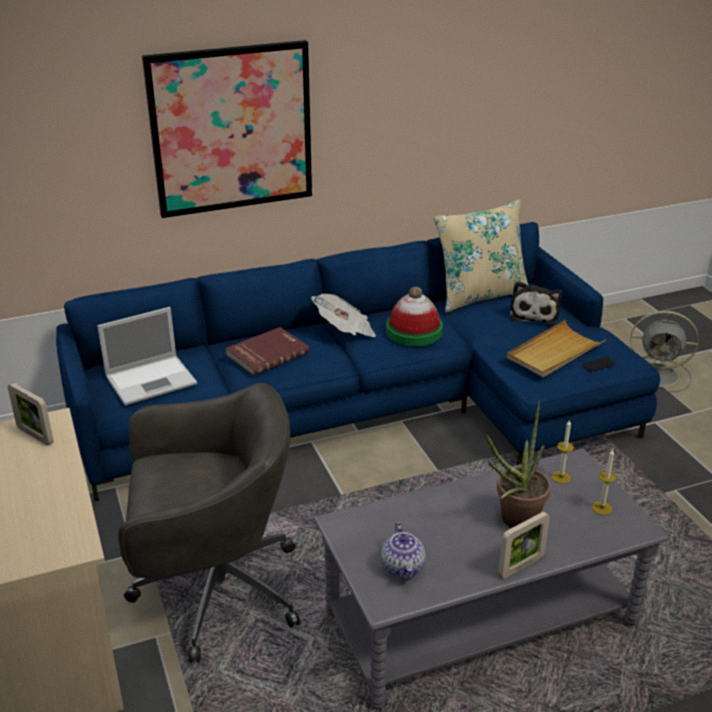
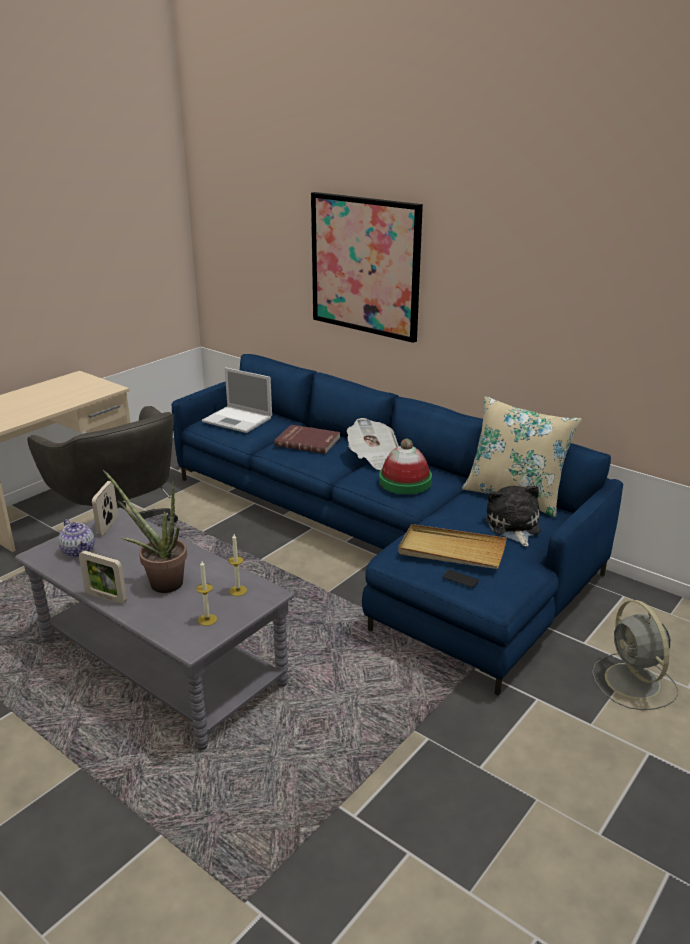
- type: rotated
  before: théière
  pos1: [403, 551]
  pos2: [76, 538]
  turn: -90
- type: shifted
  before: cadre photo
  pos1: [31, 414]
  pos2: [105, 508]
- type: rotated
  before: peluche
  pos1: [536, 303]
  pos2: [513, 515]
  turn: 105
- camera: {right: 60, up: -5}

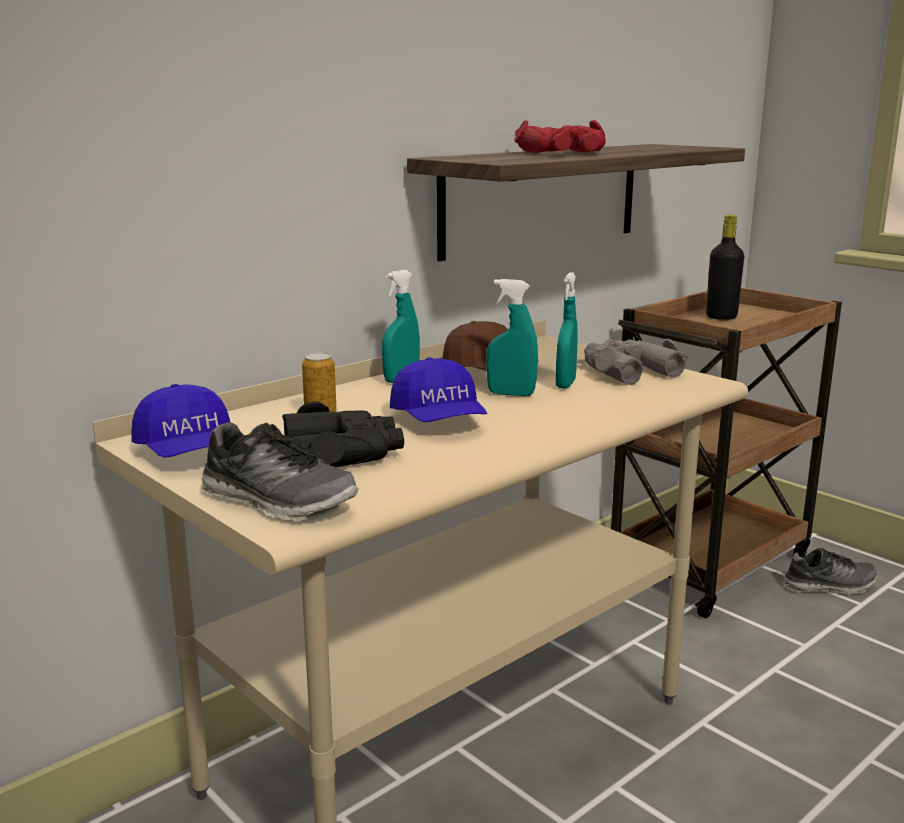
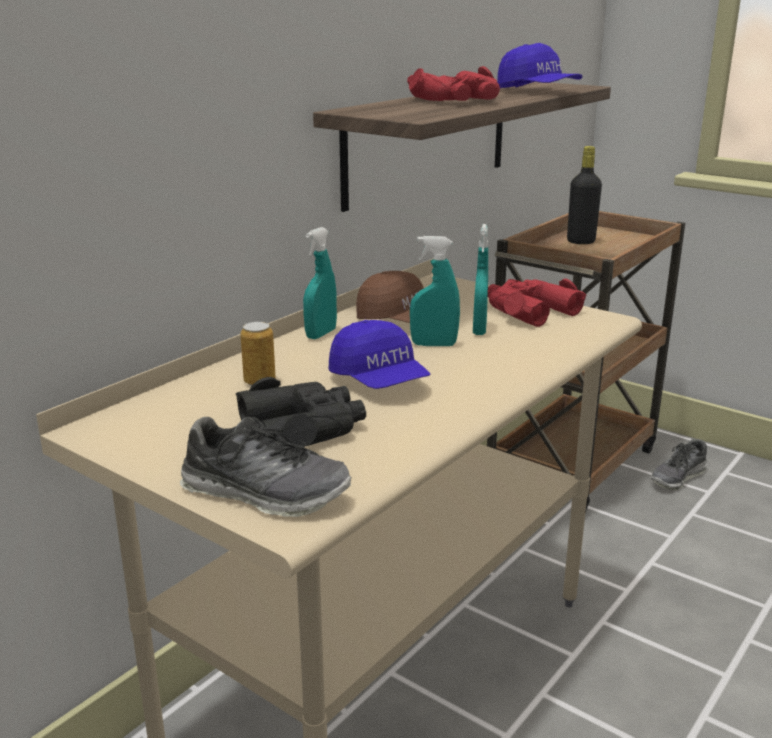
- type: repainted
  before: jumelles [gris]
  after: jumelles [rouge]
  pos1: [636, 361]
  pos2: [537, 302]
- type: shifted
  before: casquette [bleu]
  pos1: [181, 421]
  pos2: [539, 66]
- type: rotated
  before: chaussure
  pos1: [830, 571]
  pos2: [679, 464]
  turn: 150
- camera: {right: -10, up: 5}

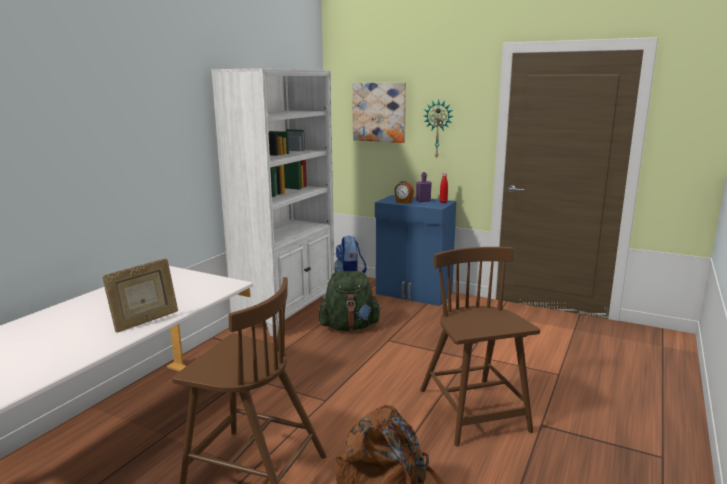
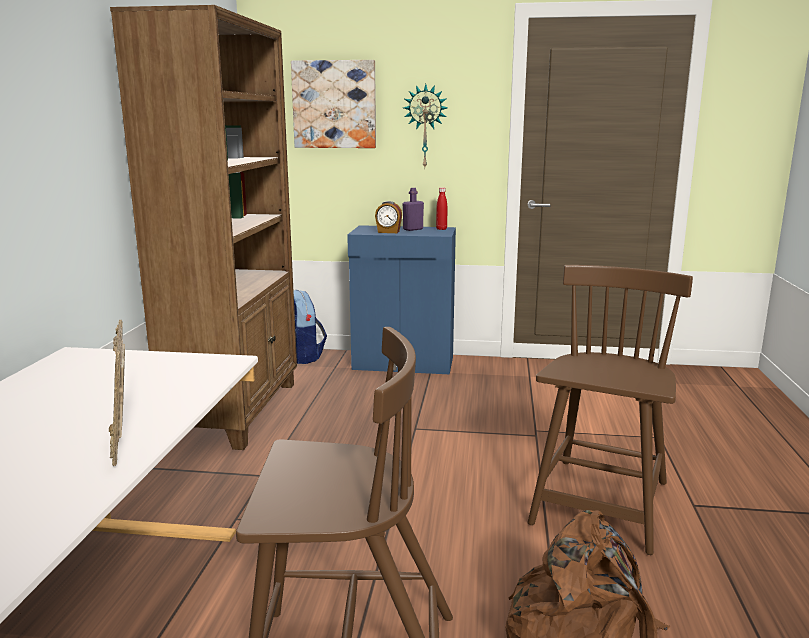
- type: rotated
  before: cadre photo
  pos1: [140, 295]
  pos2: [117, 393]
  turn: 135
- type: repainted
  before: bibliothèque [blanc]
  after: bibliothèque [marron]
  pos1: [273, 202]
  pos2: [203, 227]
- type: rotated
  before: chaise [marron]
  pos1: [480, 346]
  pos2: [610, 410]
  turn: 60
- type: gone
  before: sac à dos [vert]
  pos1: [350, 301]
- camera: {right: -20, up: 0}

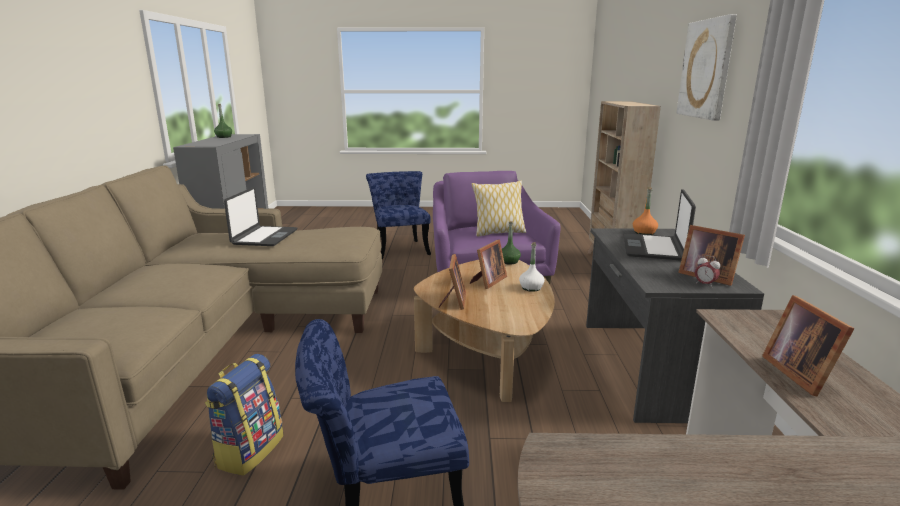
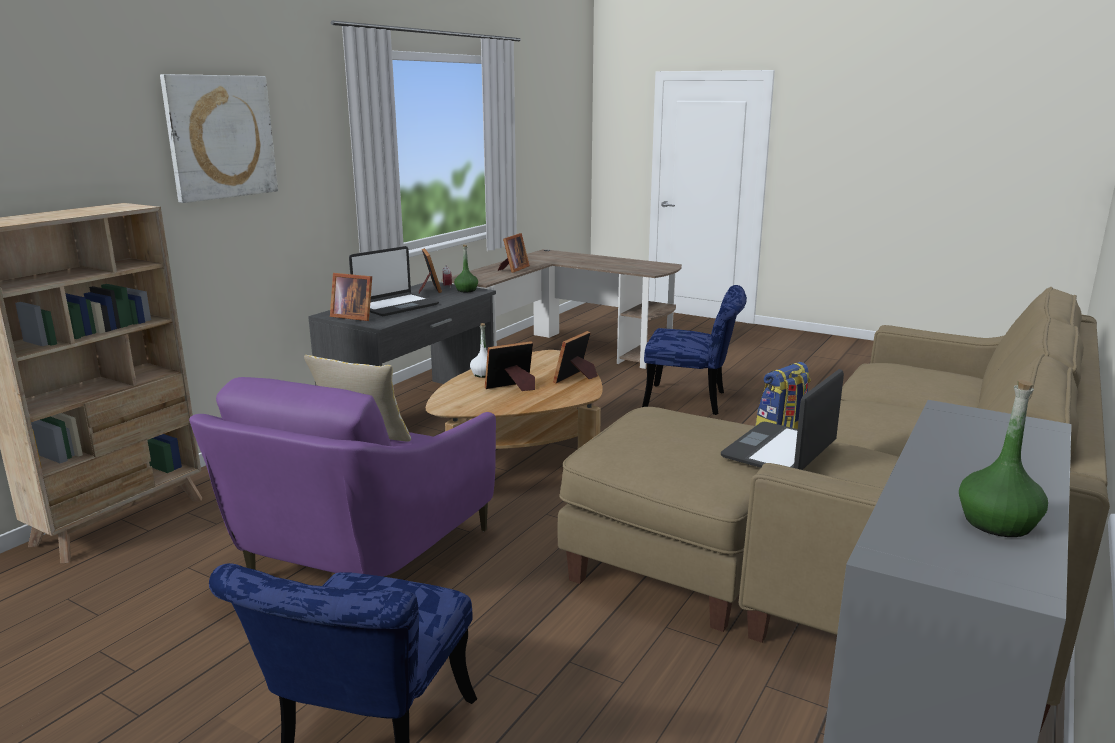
- type: swapped
  before: bouteille [orange]
  after: cadre photo
  pos1: [645, 211]
  pos2: [351, 297]
- type: shifted
  before: bouteille [vert]
  pos1: [511, 243]
  pos2: [466, 268]
- camera: {right: -150, up: 0}

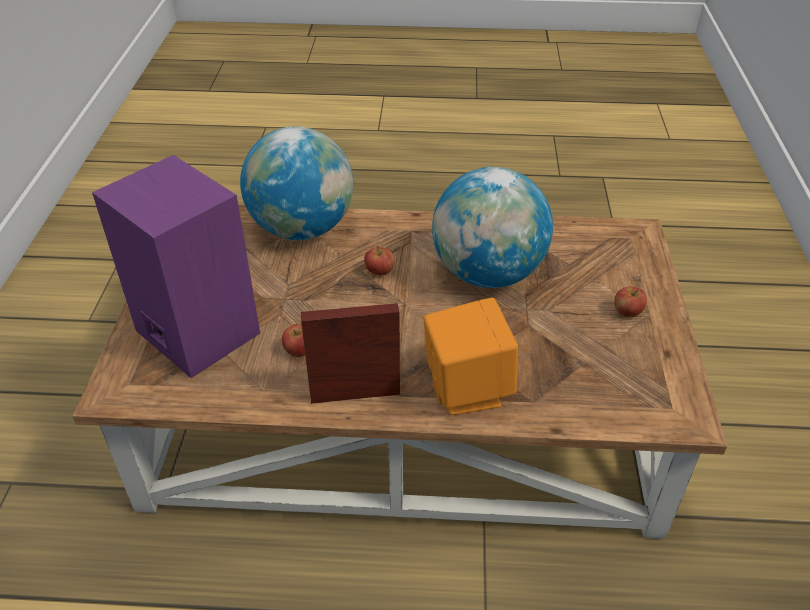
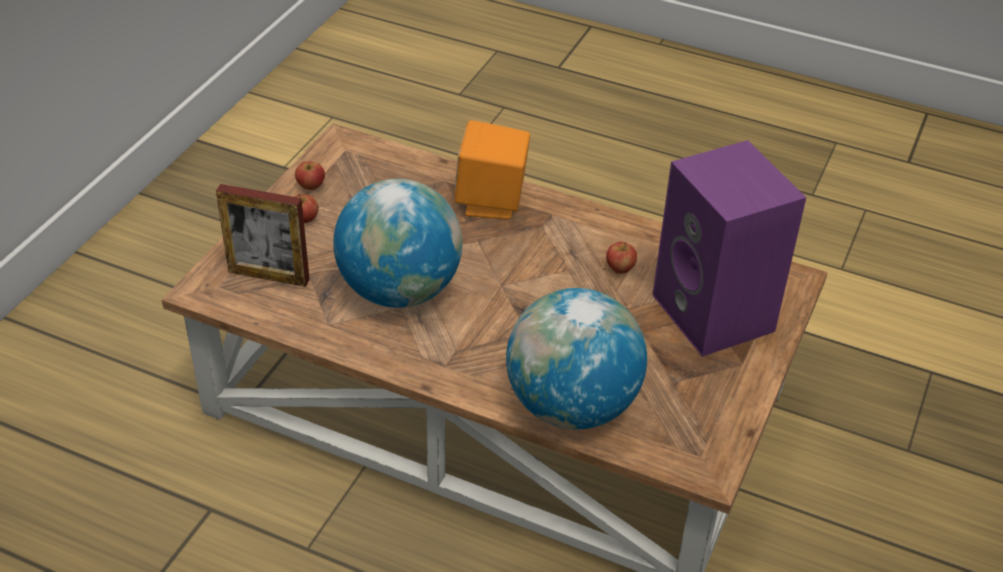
- type: shifted
  before: cadre photo
  pos1: [350, 353]
  pos2: [263, 235]
- type: shifted
  before: pomme
  pos1: [379, 260]
  pos2: [310, 175]
- camera: {right: -160, up: 0}

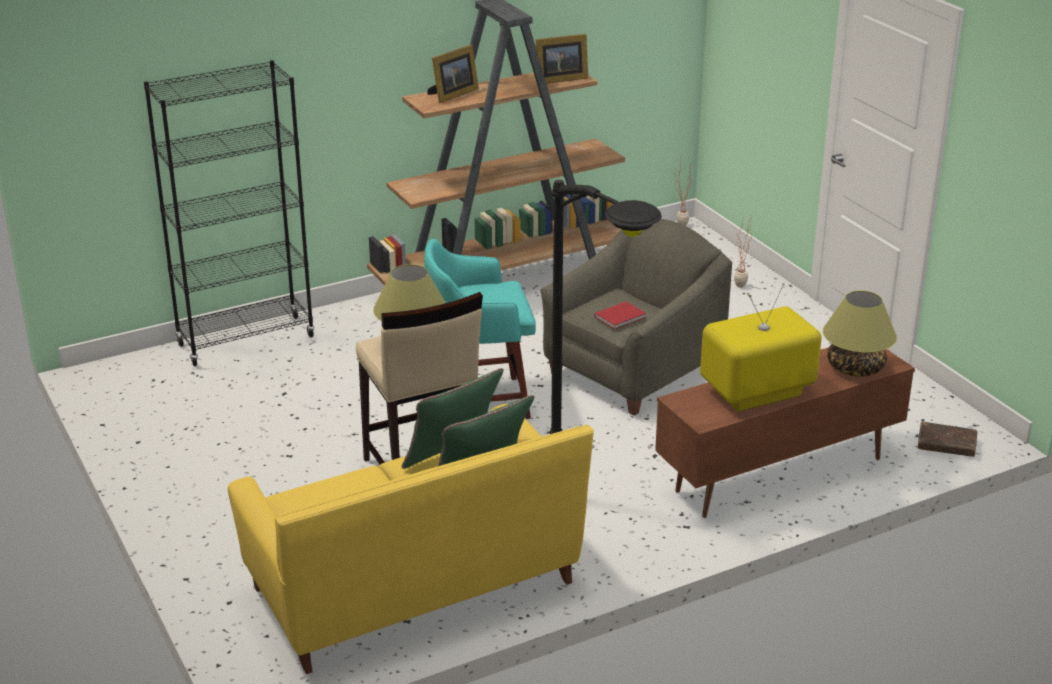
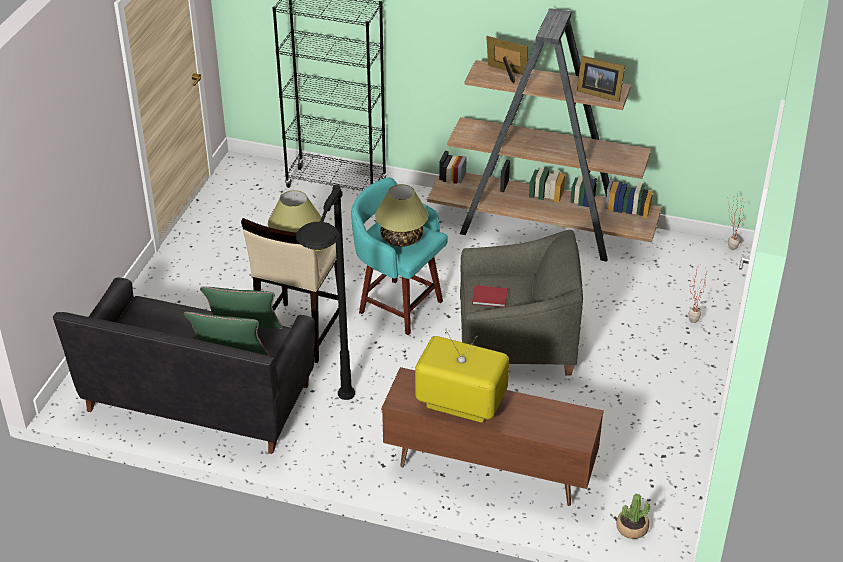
- type: repainted
  before: canapé [jaune]
  after: canapé [noir]
  pos1: [411, 539]
  pos2: [184, 366]
- type: shifted
  before: lampe de table
  pos1: [860, 334]
  pos2: [401, 215]
- type: rotated
  before: cadre photo
  pos1: [453, 73]
  pos2: [507, 59]
  turn: -150
- type: swapped
  before: livre [marron]
  after: plante en pot
  pos1: [947, 439]
  pos2: [633, 516]
- camera: {right: 45, up: 10}

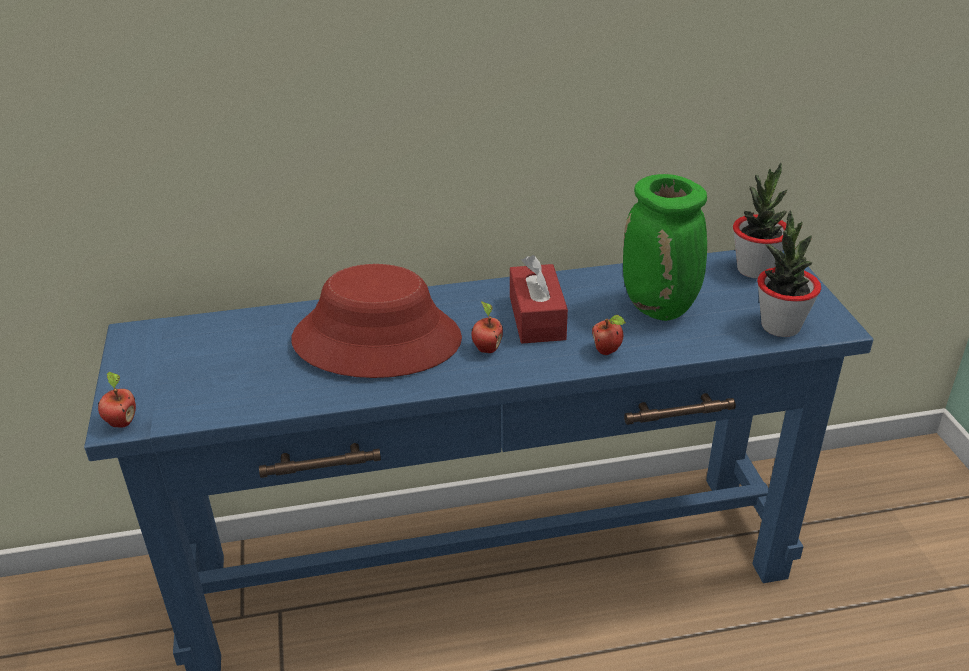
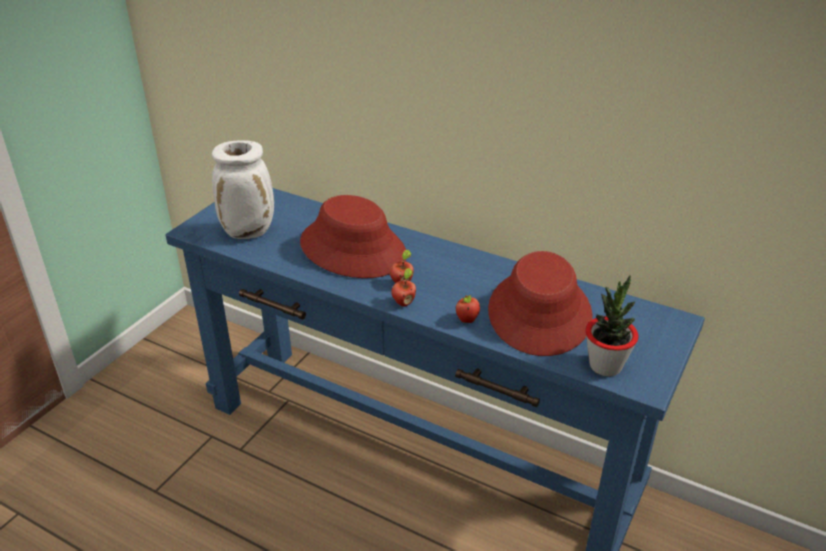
- type: new
  after: vase [blanc]
  pos2: [243, 189]
- type: shifted
  before: pomme
  pos1: [117, 400]
  pos2: [403, 287]
- type: swapped
  before: vase [vert]
  after: chapeau [rouge]
  pos1: [665, 247]
  pos2: [540, 303]
- type: gone
  before: boîte à mouchoirs [rouge]
  pos1: [539, 299]
- type: gone
  before: plante en pot
  pos1: [760, 221]
- camera: {right: 40, up: 0}

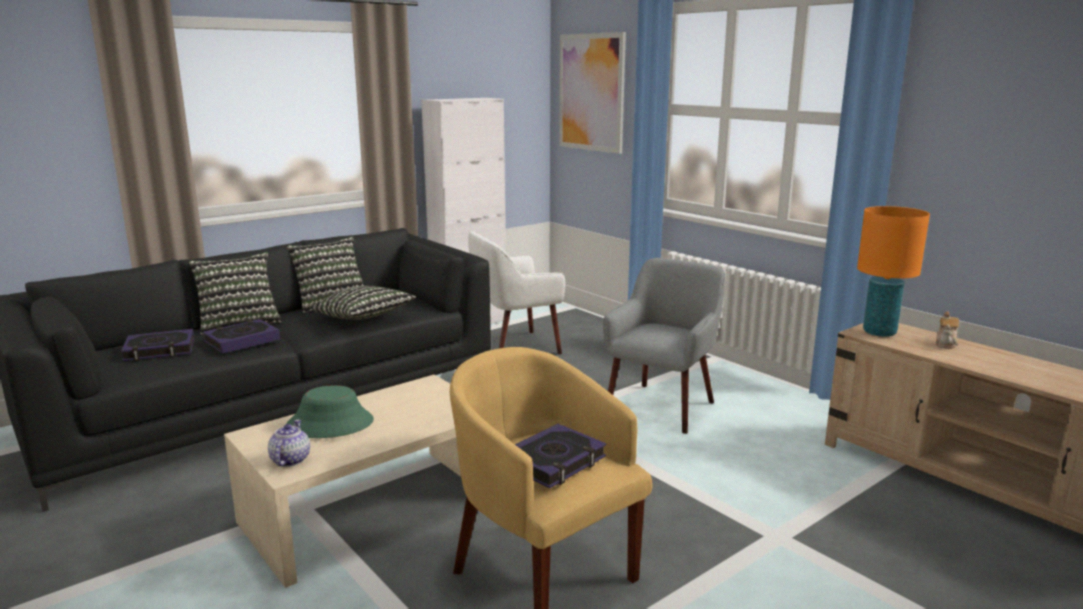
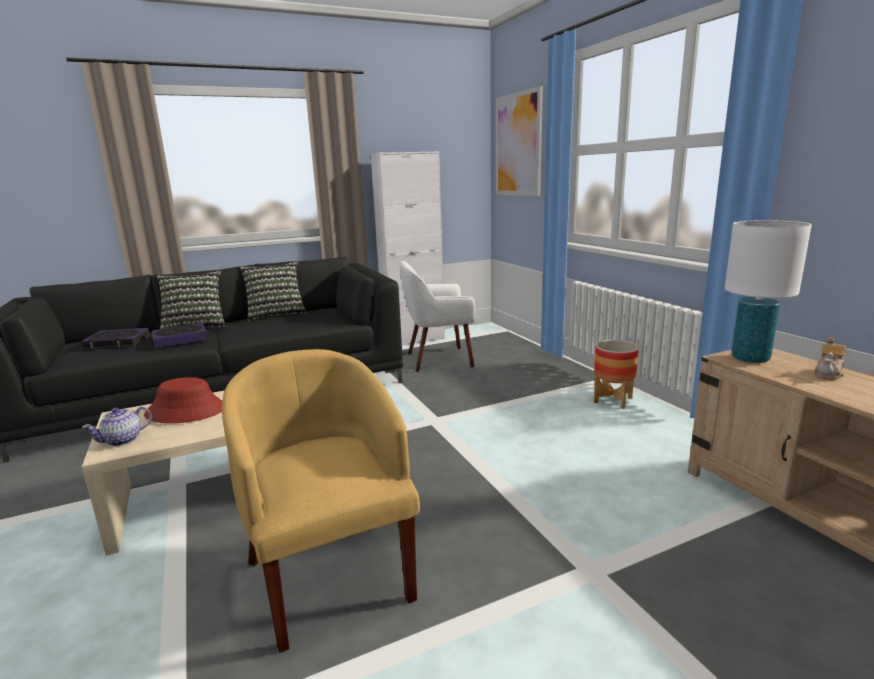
- type: rotated
  before: théière
  pos1: [289, 443]
  pos2: [117, 426]
  turn: -150
- type: repainted
  before: chapeau [vert]
  after: chapeau [rouge]
  pos1: [330, 411]
  pos2: [183, 400]
- type: new
  after: cache-pot
  pos2: [616, 374]
- type: repainted
  before: lampe de table [orange]
  after: lampe de table [blanc]
  pos1: [893, 271]
  pos2: [768, 291]
- type: gone
  before: coussin
  pos1: [364, 303]
- type: gone
  before: livre
  pos1: [560, 456]
- type: gone
  before: fauteuil [gris]
  pos1: [664, 346]
- camera: {right: 15, up: 0}

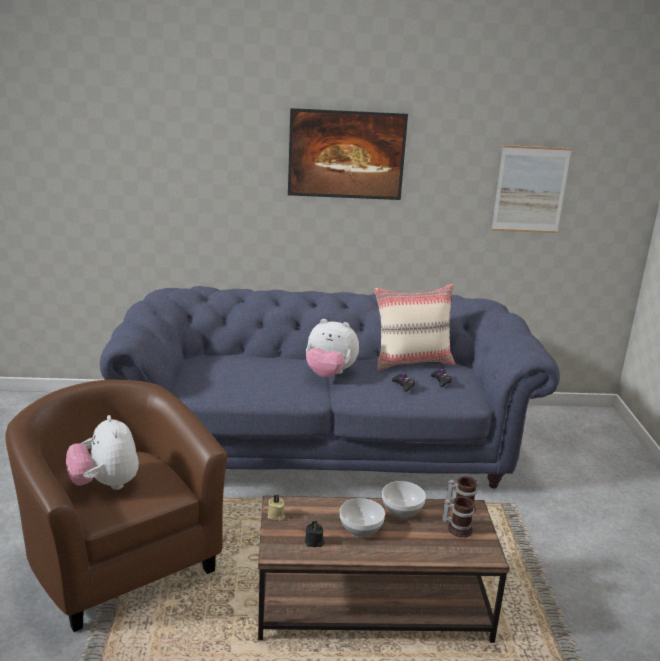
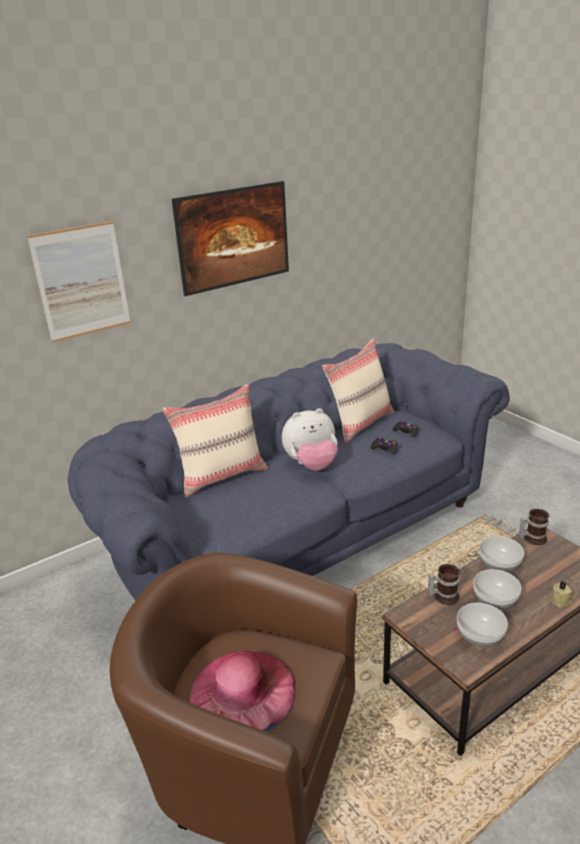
- type: shifted
  before: tableau
  pos1: [531, 189]
  pos2: [79, 282]
- type: new
  after: coussin [beige]
  pos2: [215, 440]
- type: swapped
  before: peluche
  after: chapeau [rose]
  pos1: [102, 452]
  pos2: [242, 691]
- type: shifted
  before: mug
  pos1: [458, 516]
  pos2: [444, 584]
- type: swapped
  before: bougie [noir]
  after: bol
  pos1: [314, 534]
  pos2: [482, 625]
- type: shifted
  before: bougie [beige]
  pos1: [276, 507]
  pos2: [561, 594]
- camera: {right: -30, up: 5}

